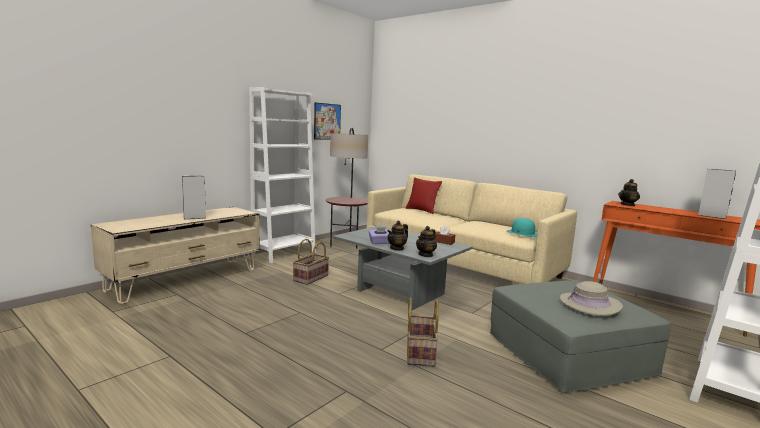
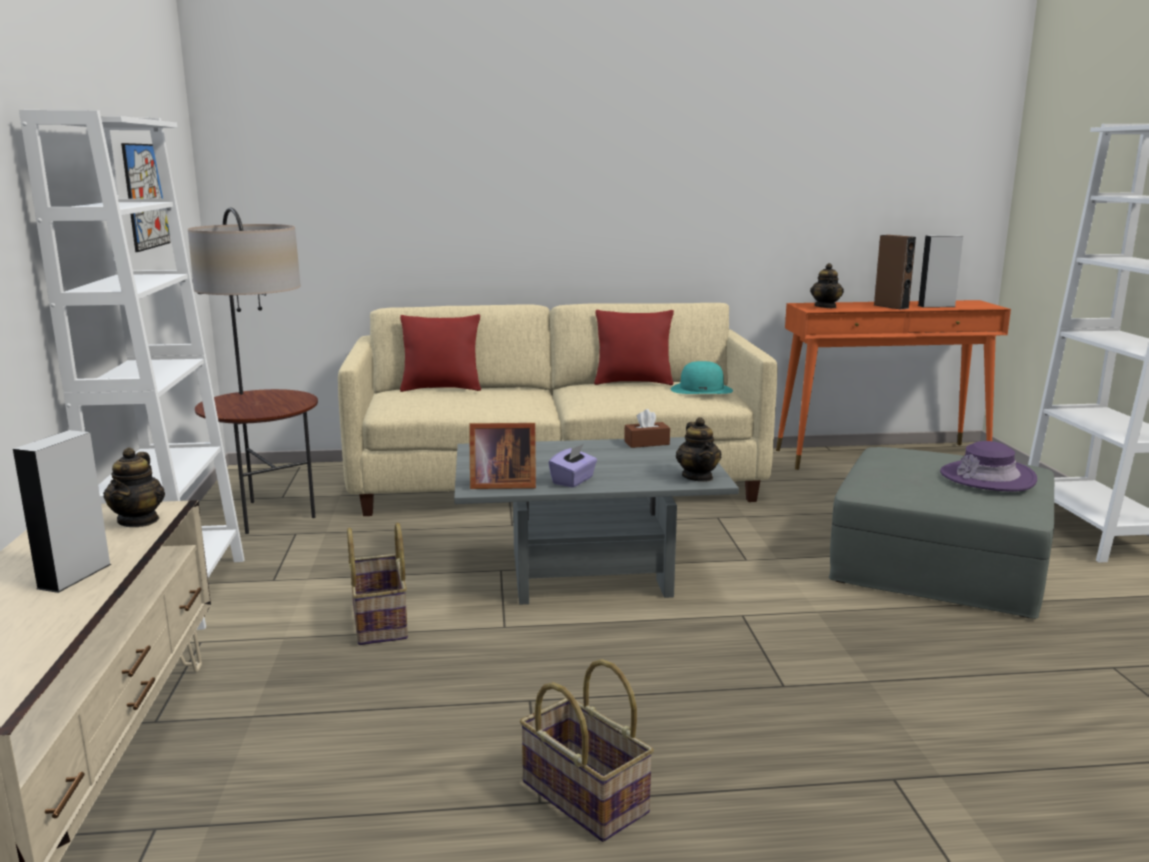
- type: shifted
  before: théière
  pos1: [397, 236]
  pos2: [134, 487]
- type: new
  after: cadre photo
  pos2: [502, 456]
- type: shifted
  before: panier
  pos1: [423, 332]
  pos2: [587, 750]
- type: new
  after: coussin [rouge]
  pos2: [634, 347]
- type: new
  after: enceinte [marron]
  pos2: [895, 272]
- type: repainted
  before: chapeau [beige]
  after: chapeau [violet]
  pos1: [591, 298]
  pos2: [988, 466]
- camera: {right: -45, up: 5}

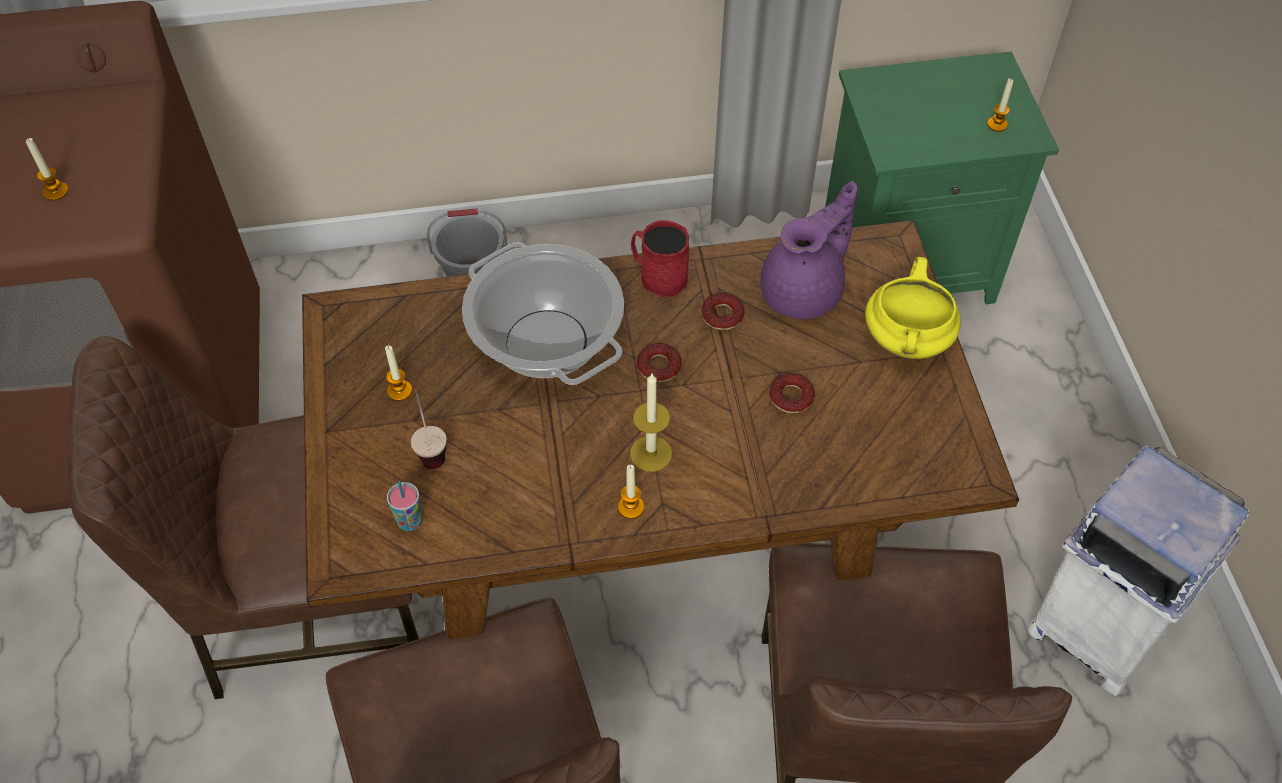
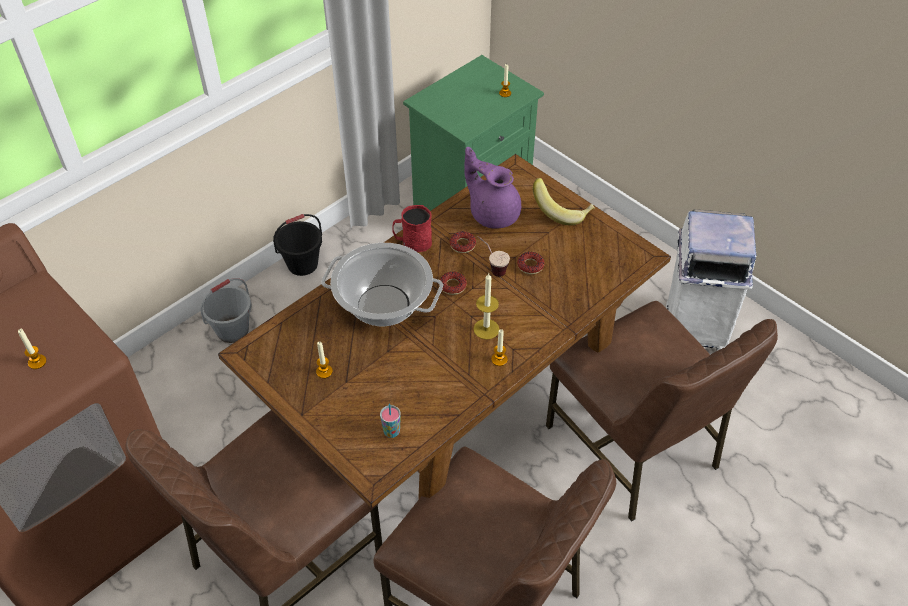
- type: new
  after: seau [noir]
  pos2: [297, 245]
- type: rotated
  before: théière [violet]
  pos1: [808, 250]
  pos2: [492, 188]
  turn: -60
- type: shifted
  before: tasse
  pos1: [429, 429]
  pos2: [494, 256]
- type: swapped
  before: marmite [jaune]
  after: banane
  pos1: [913, 308]
  pos2: [564, 201]
- camera: {right: -35, up: -5}

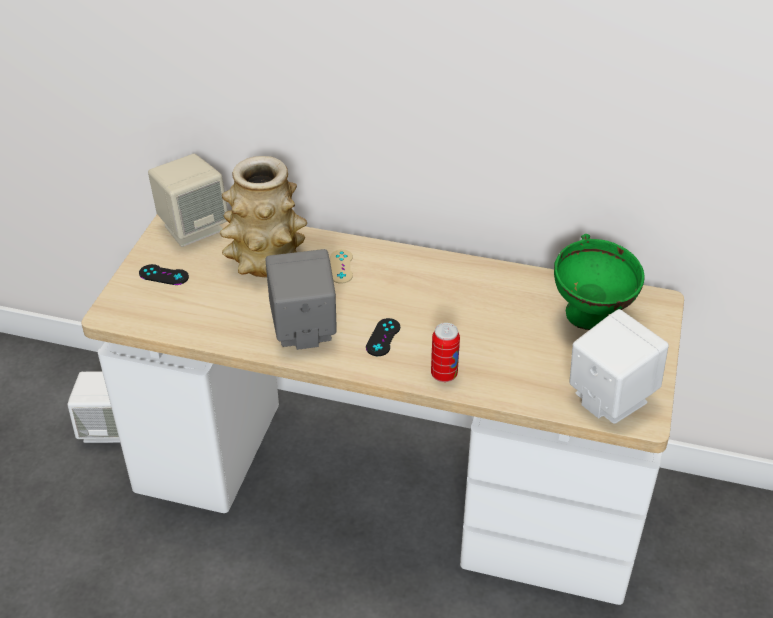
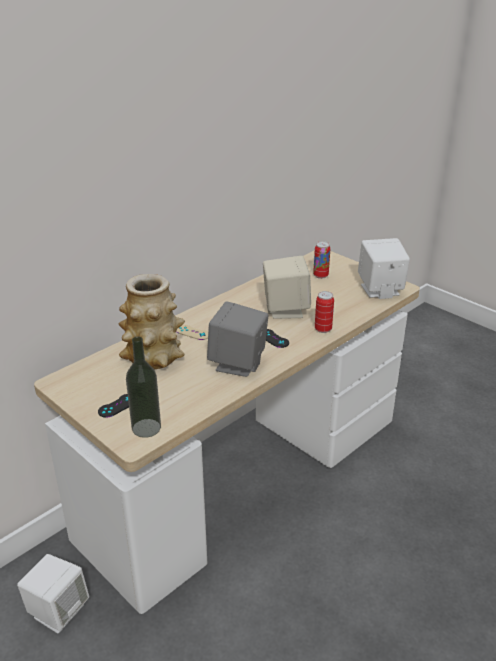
- type: new
  after: bouteille
  pos2: [143, 387]
- type: shifted
  before: enceinte [beige]
  pos1: [188, 200]
  pos2: [287, 287]
- type: swapped
  before: bol [vert]
  after: boîte métallique
  pos1: [599, 282]
  pos2: [321, 260]
- camera: {right: -60, up: -10}

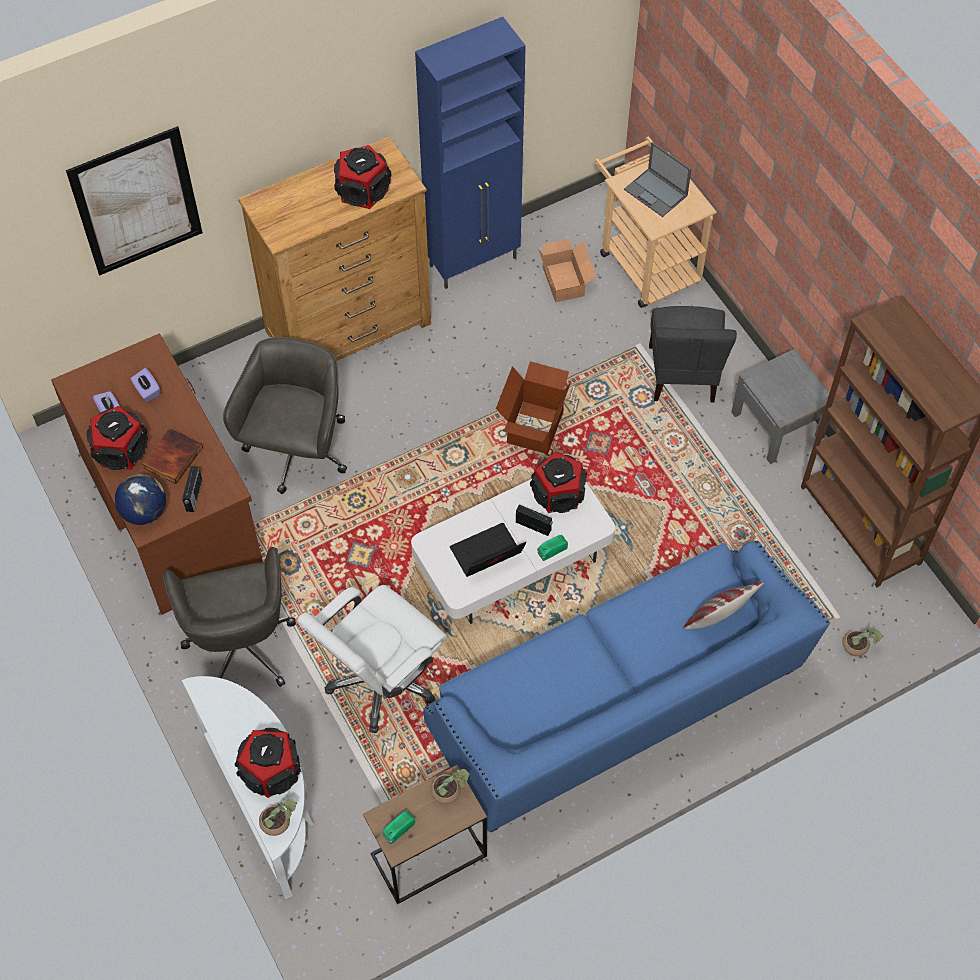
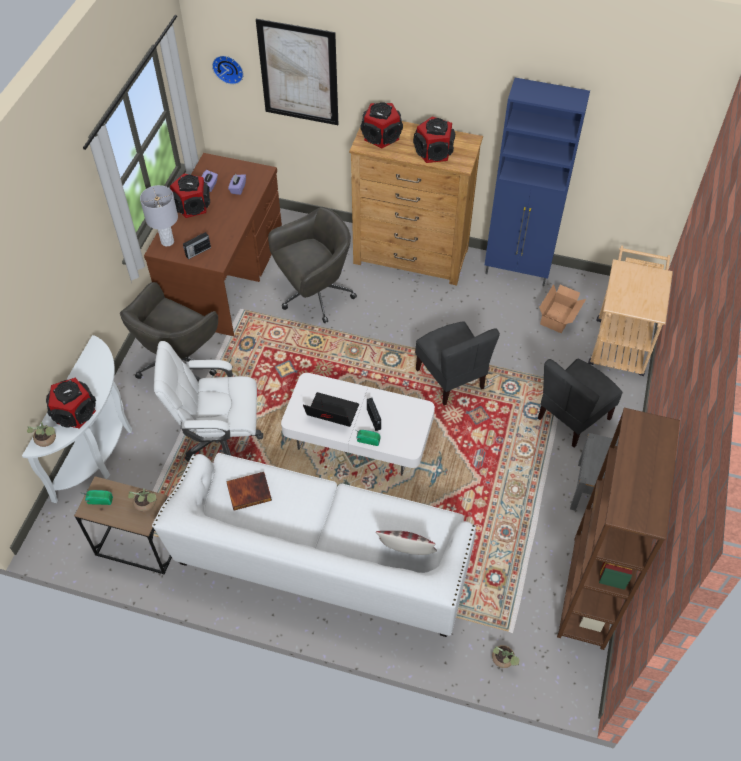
- type: swapped
  before: globe
  after: lampe de table [gris]
  pos1: [140, 499]
  pos2: [159, 216]
- type: repainted
  before: canapé [bleu]
  after: canapé [blanc]
  pos1: [626, 686]
  pos2: [314, 545]
- type: new
  after: horloge murale
  pos2: [227, 70]
- type: shifted
  before: livre
  pos1: [172, 456]
  pos2: [249, 491]
- type: shifted
  before: enceinte
  pos1: [558, 482]
  pos2: [382, 125]
- type: swapped
  before: carton
  after: chaise [gris]
  pos1: [534, 407]
  pos2: [458, 363]
- type: gone
  before: ordinateur portable
  pos1: [658, 179]
- camera: {right: 45, up: -5}

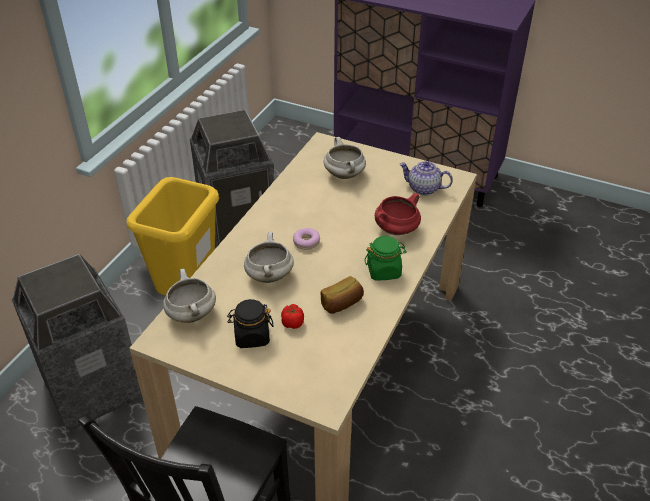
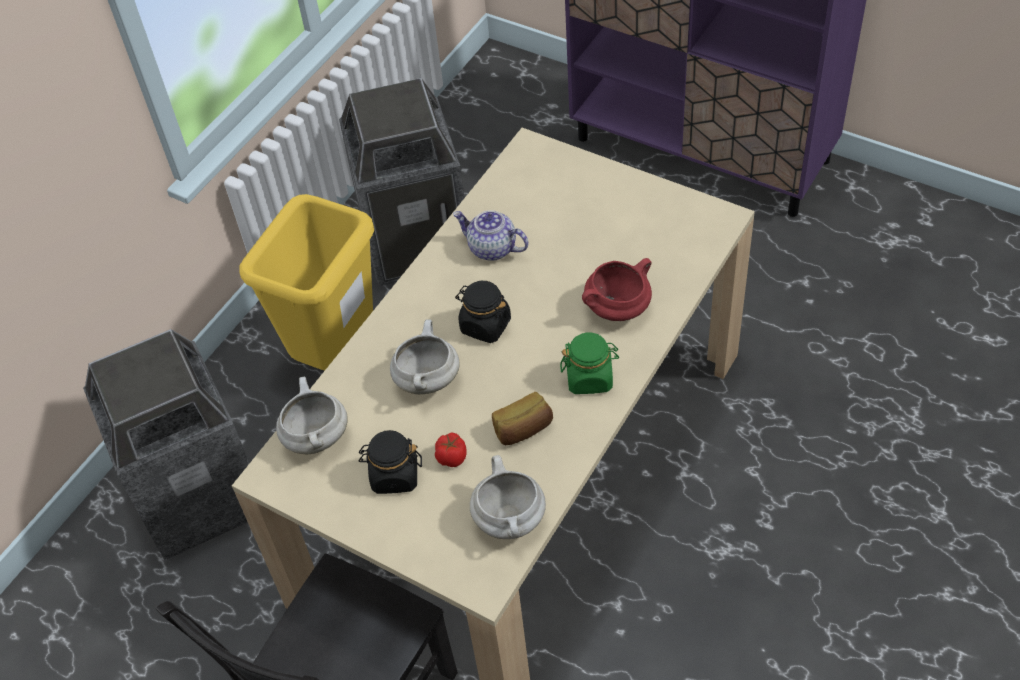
- type: shifted
  before: théière
  pos1: [426, 178]
  pos2: [490, 235]
- type: swapped
  before: beignet
  after: bocal [noir]
  pos1: [306, 239]
  pos2: [483, 312]
- type: shifted
  before: marmite [blanc]
  pos1: [345, 158]
  pos2: [508, 497]
- camera: {right: 10, up: 10}

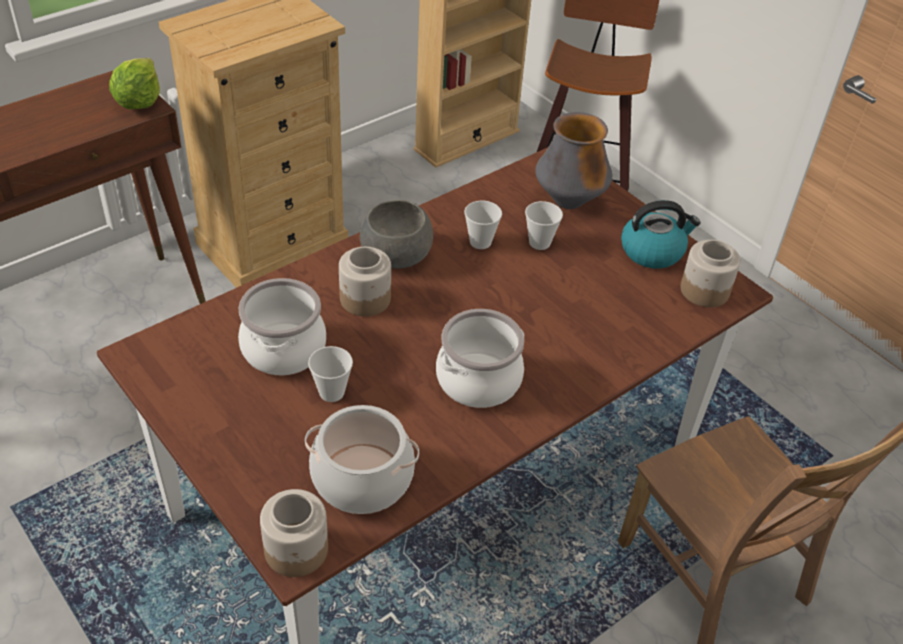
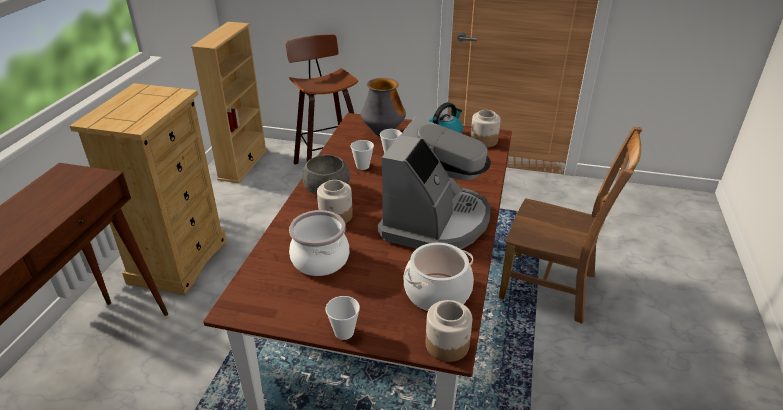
- type: shifted
  before: tasse
  pos1: [330, 374]
  pos2: [342, 318]
- type: swapped
  before: marmite
  after: machine à café
  pos1: [480, 358]
  pos2: [434, 182]
- type: gone
  before: laitue
  pos1: [134, 84]
- camera: {right: -35, up: -10}

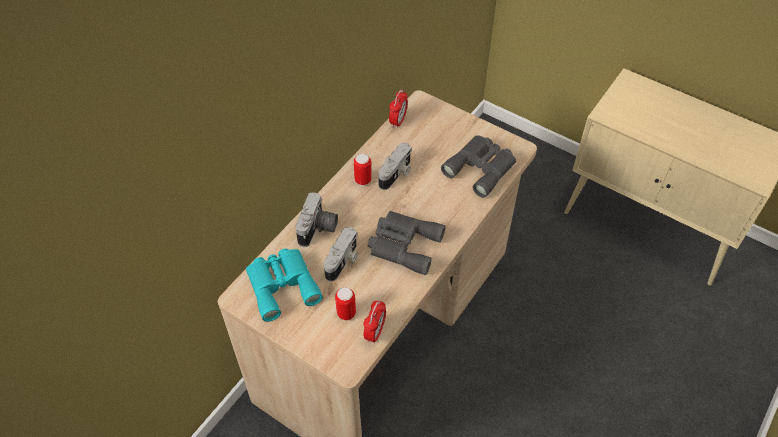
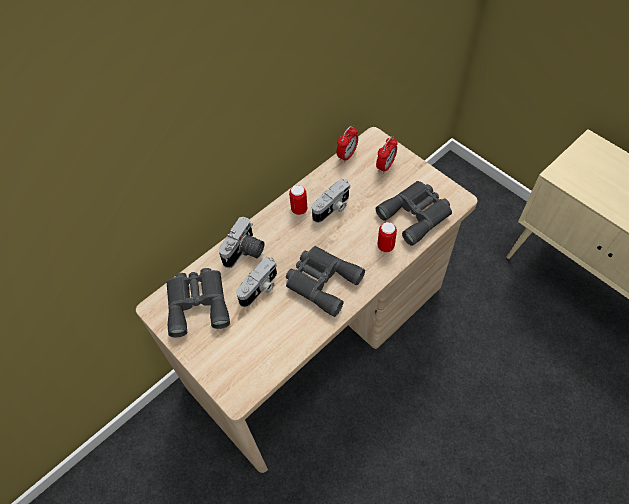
- type: repainted
  before: jumelles [turquoise]
  after: jumelles [gris]
  pos1: [284, 285]
  pos2: [198, 302]
- type: shifted
  before: réveil
  pos1: [374, 322]
  pos2: [387, 155]
- type: shifted
  before: boîte métallique
  pos1: [345, 303]
  pos2: [387, 237]
- camera: {right: 15, up: 5}

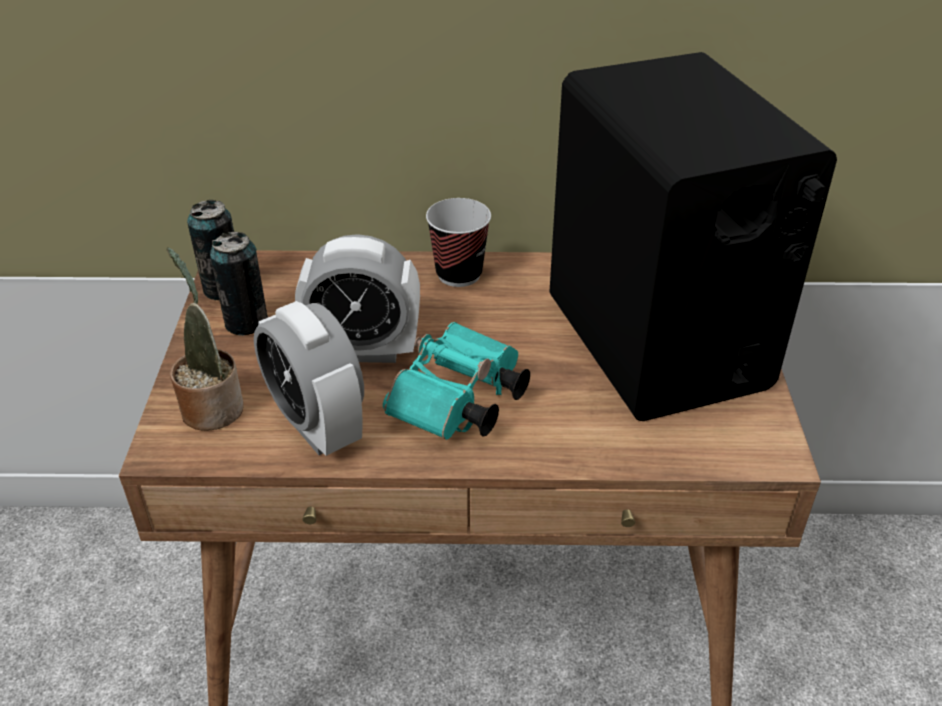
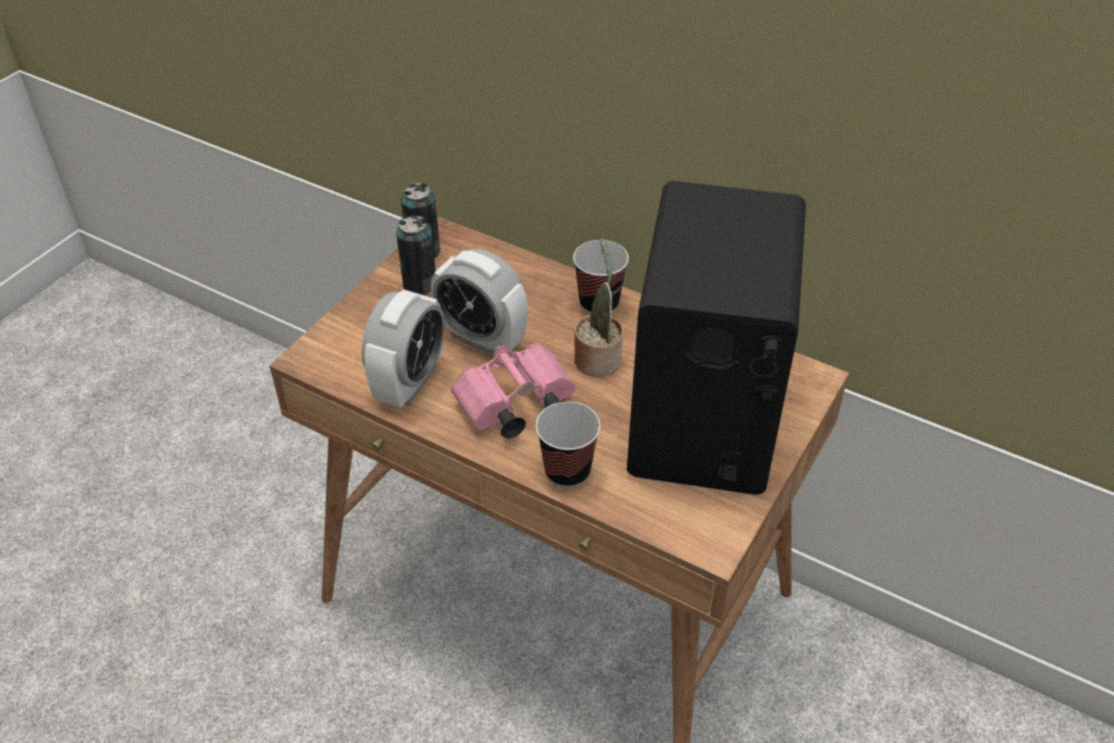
- type: rotated
  before: réveil
  pos1: [309, 378]
  pos2: [403, 349]
  turn: -150
- type: repainted
  before: jumelles [turquoise]
  after: jumelles [rose]
  pos1: [456, 381]
  pos2: [513, 390]
- type: new
  after: tasse
  pos2: [568, 445]
- type: shifted
  before: plante en pot
  pos1: [205, 339]
  pos2: [598, 307]
- camera: {right: 30, up: 5}

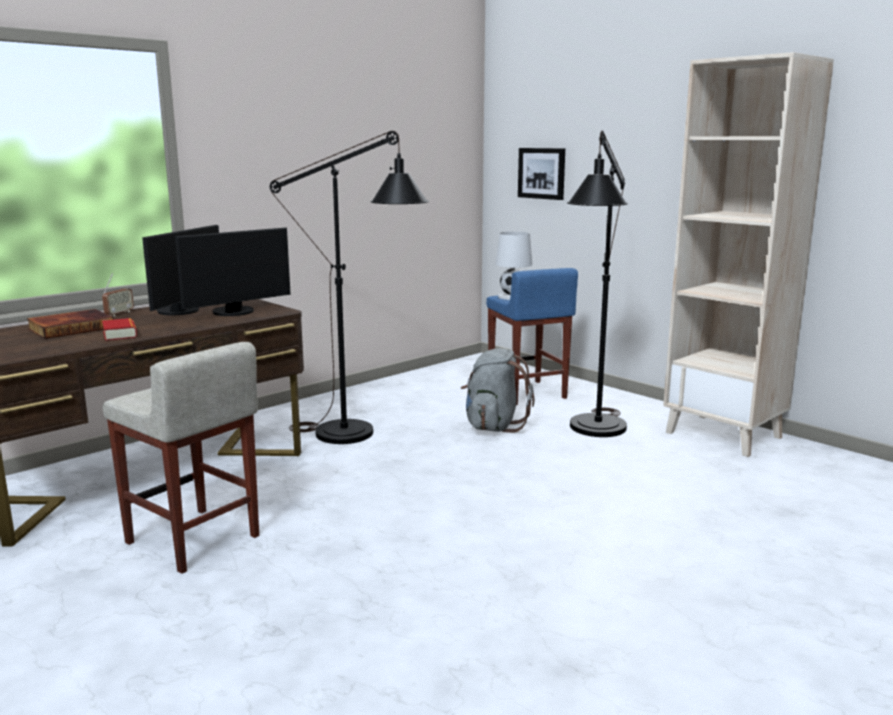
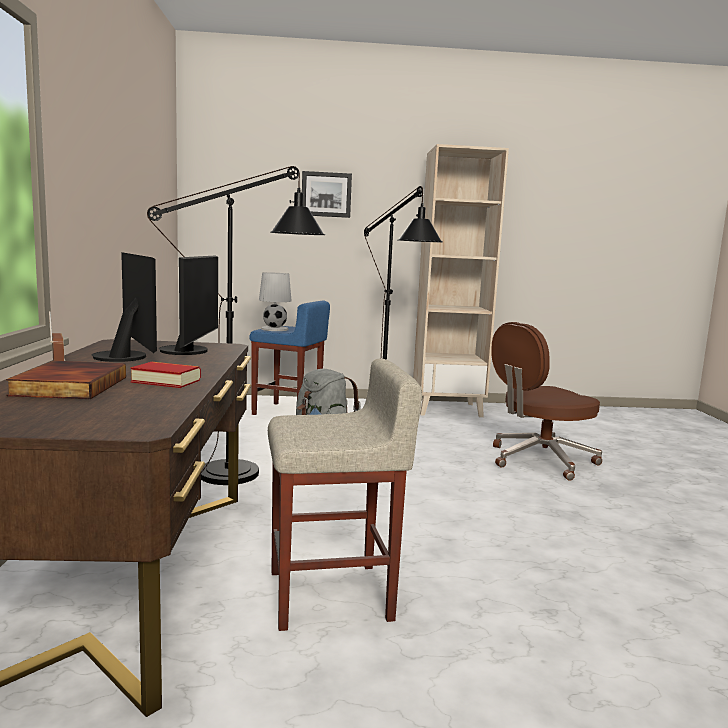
- type: shifted
  before: tableau
  pos1: [541, 174]
  pos2: [327, 194]
- type: new
  after: chaise de bureau [marron]
  pos2: [546, 401]
- camera: {right: -50, up: -5}

